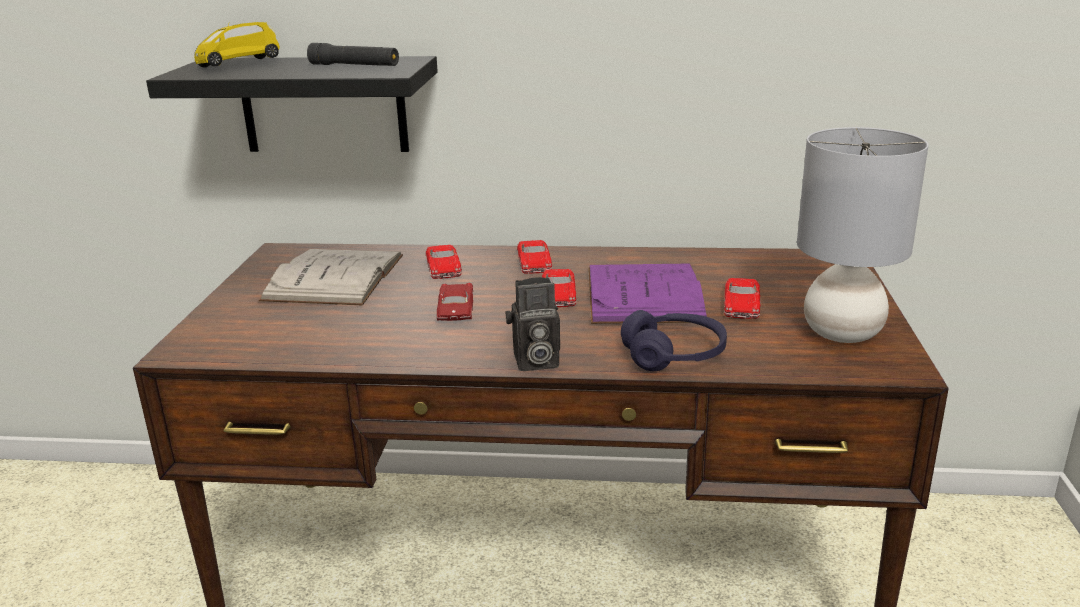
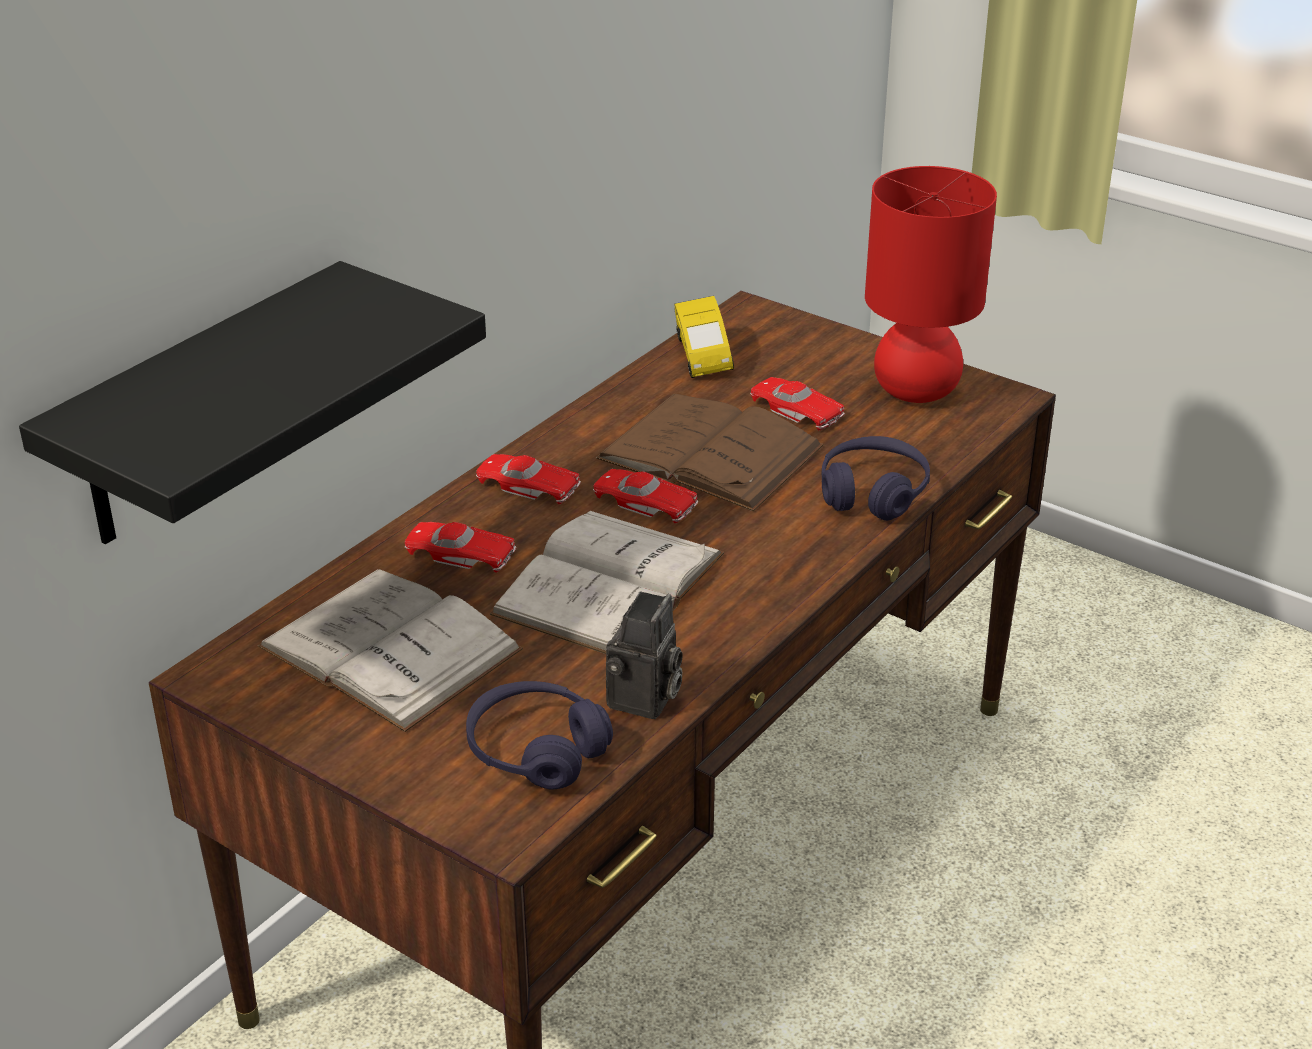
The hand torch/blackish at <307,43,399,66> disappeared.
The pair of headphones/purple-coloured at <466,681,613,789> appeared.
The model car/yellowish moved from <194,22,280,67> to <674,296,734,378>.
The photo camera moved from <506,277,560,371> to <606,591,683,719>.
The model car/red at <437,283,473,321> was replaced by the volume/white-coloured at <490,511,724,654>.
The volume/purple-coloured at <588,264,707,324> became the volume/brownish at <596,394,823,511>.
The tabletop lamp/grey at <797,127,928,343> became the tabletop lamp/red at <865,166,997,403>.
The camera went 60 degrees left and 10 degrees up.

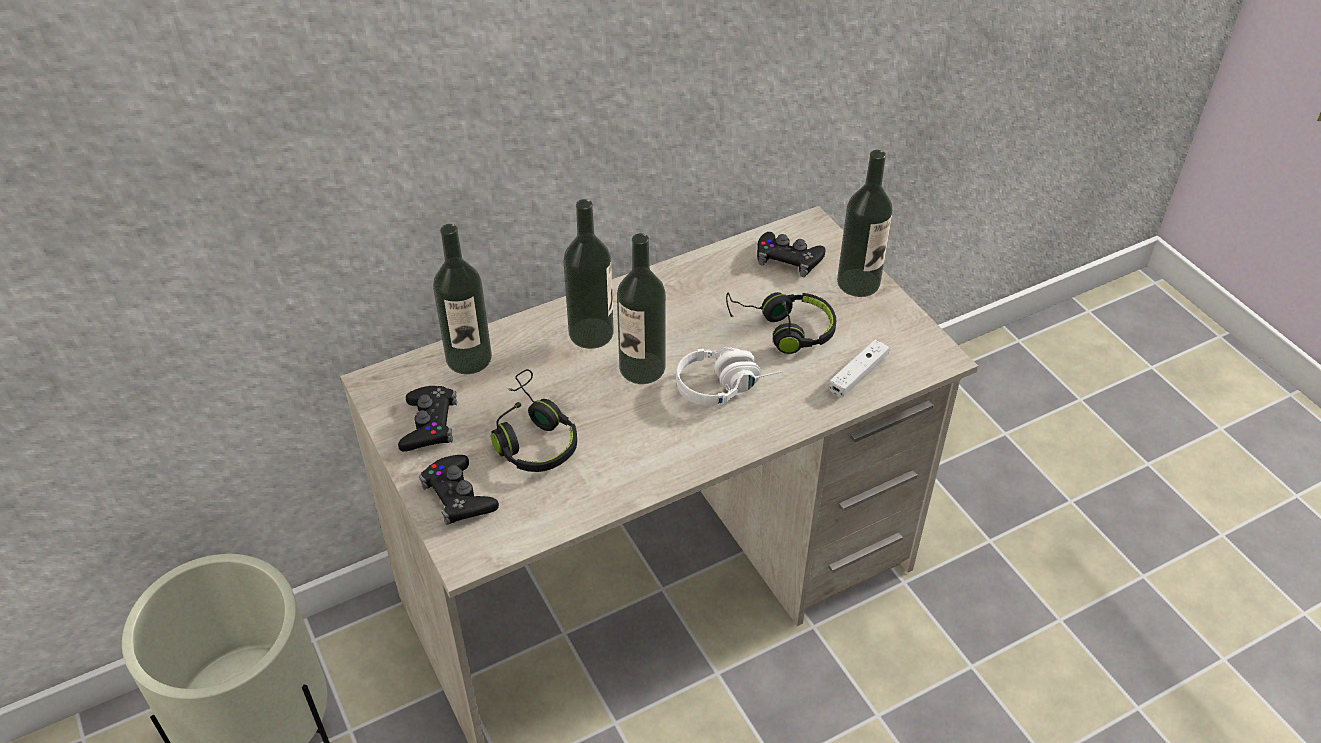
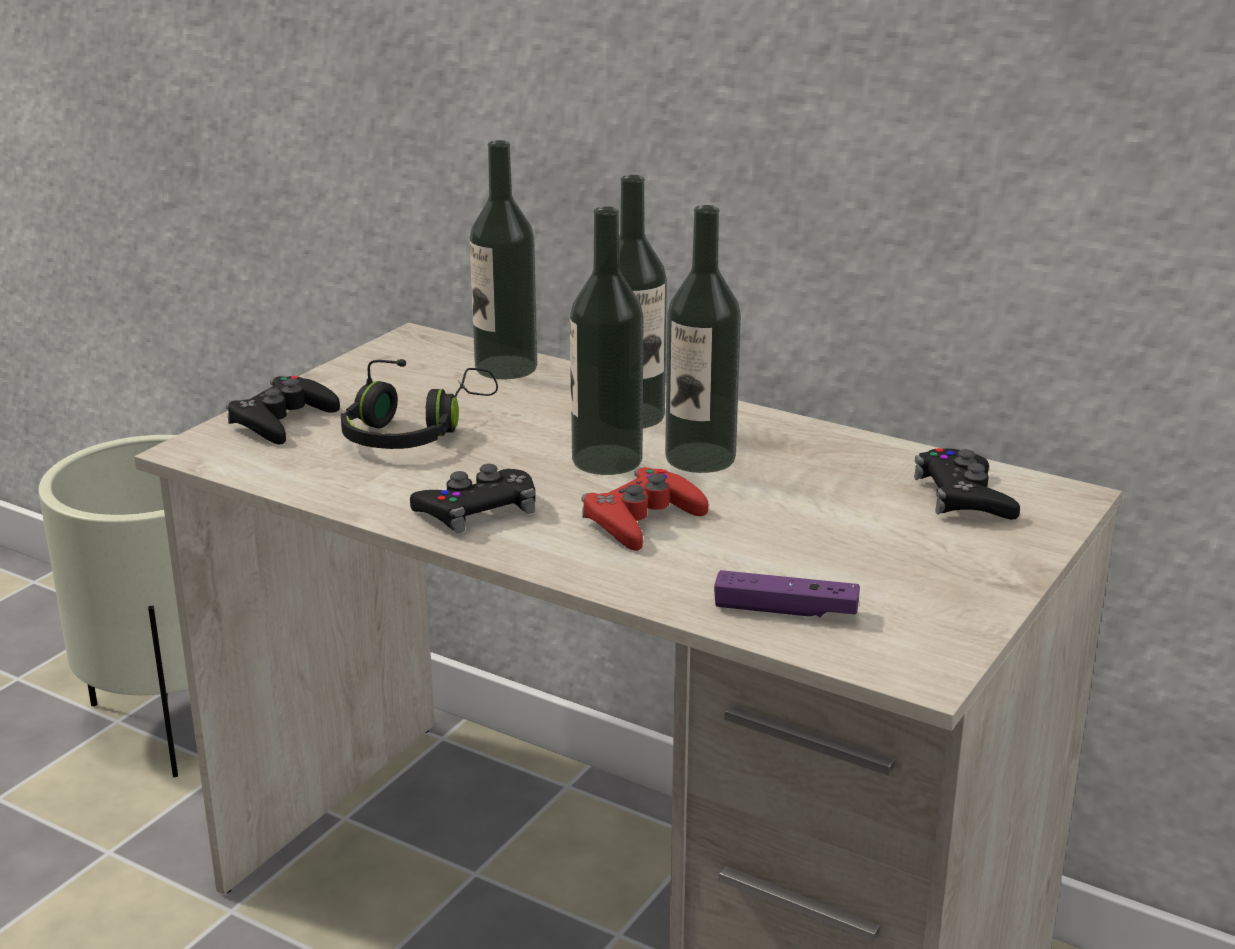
The pair of headphones/blackish at <726,292,836,354> disappeared.
The gamepad/blackish moved from <398,386,457,452> to <410,464,535,533>.
The bottle moved from <837,150,893,297> to <665,205,741,473>.
The pair of headphones/white-coloured at <676,347,783,405> was replaced by the gamepad/red at <581,467,708,551>.
The gamepad/white-coloured at <829,339,889,398> became the gamepad/purple-coloured at <714,570,860,618>.
The camera went 60 degrees right and 20 degrees down.

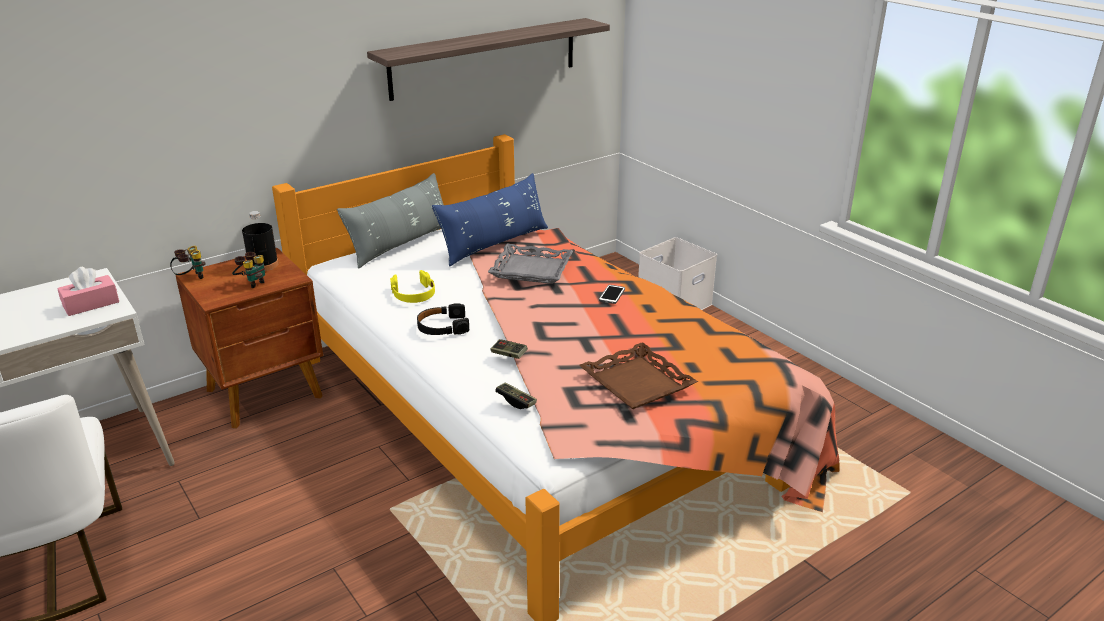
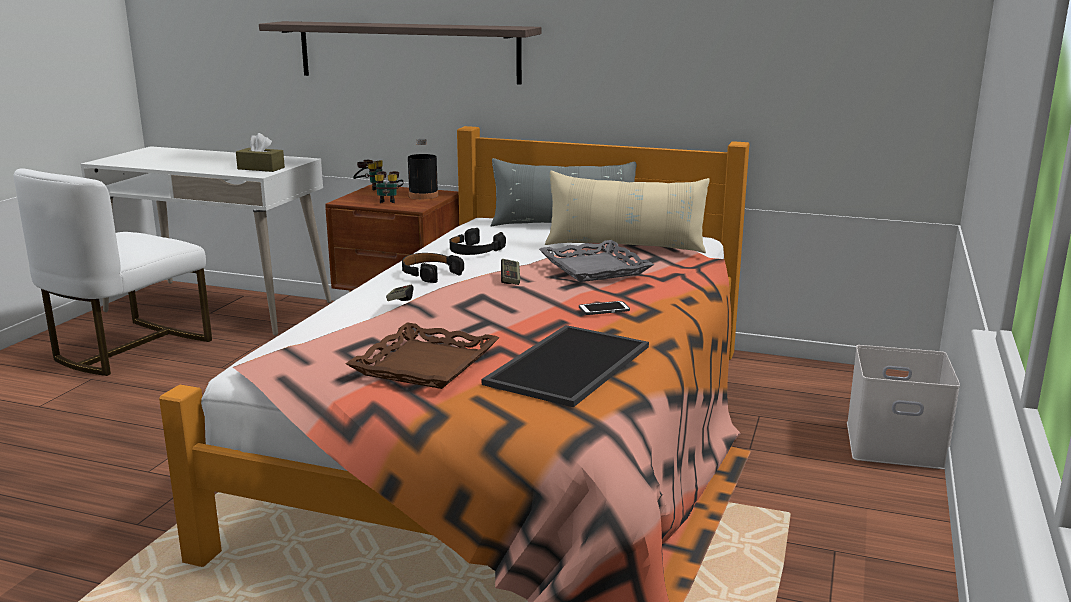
The tray at <482,325,649,407> appeared.
The wall shelf moved from <367,18,610,101> to <259,21,541,85>.
The gamepad moved from <495,382,537,409> to <501,259,520,285>.
The tissue box/pinkish at <57,266,119,316> became the tissue box/brownish at <236,133,285,172>.
The pair of headphones/yellowish at <390,270,435,303> became the pair of headphones/blackish at <450,228,506,255>.
The pillow/bluish at <432,173,548,267> became the pillow/beige at <545,170,710,253>.
The camera went 55 degrees right and 10 degrees down.

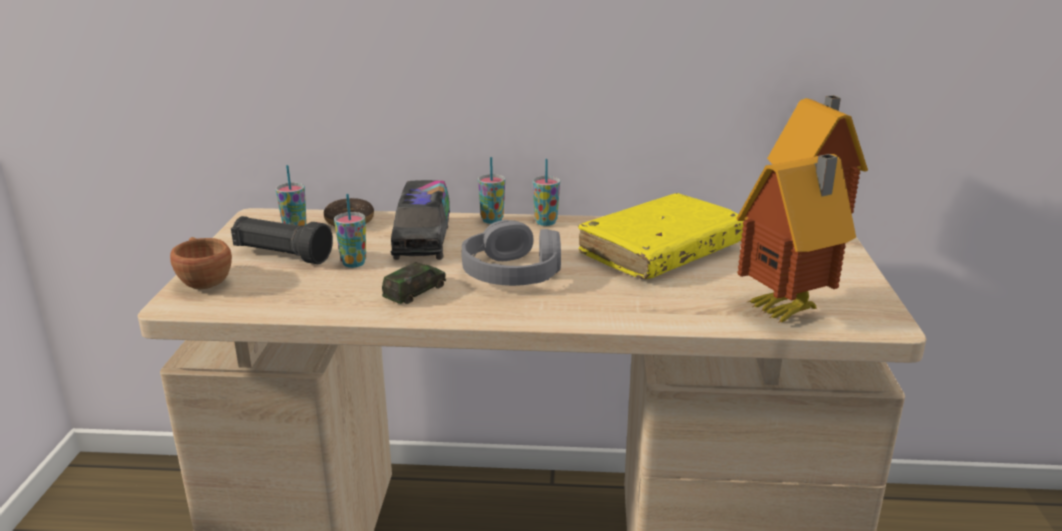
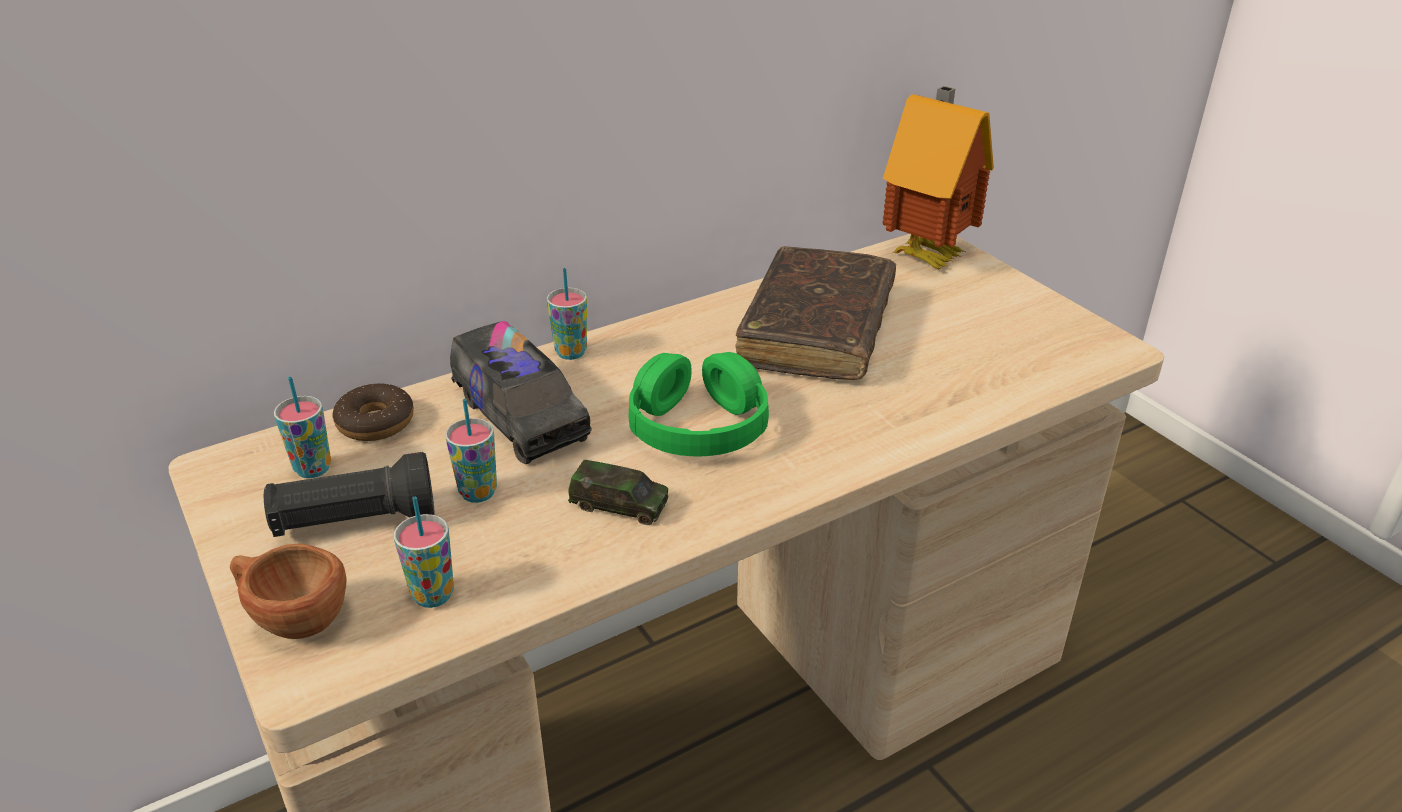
The model house at <736,154,856,323> disappeared.
The small cup moved from <533,159,560,226> to <394,497,454,608>.
The pair of headphones/grey at <462,220,561,286> became the pair of headphones/greenish at <628,352,769,456>.
The volume/yellowish at <578,193,744,279> became the volume/brownish at <735,246,896,380>.
The model car at <382,263,446,304> turned 105 degrees clockwise.
The camera went 35 degrees left and 10 degrees up.

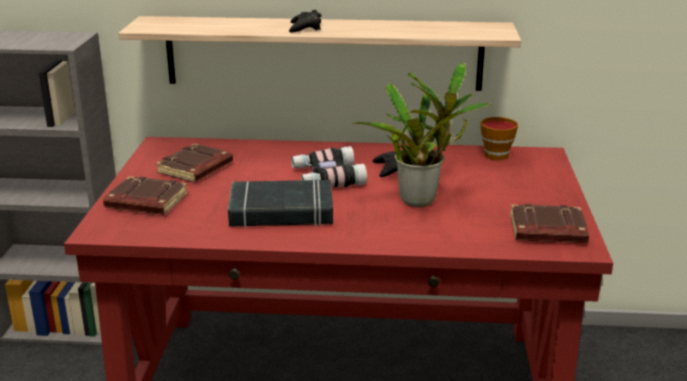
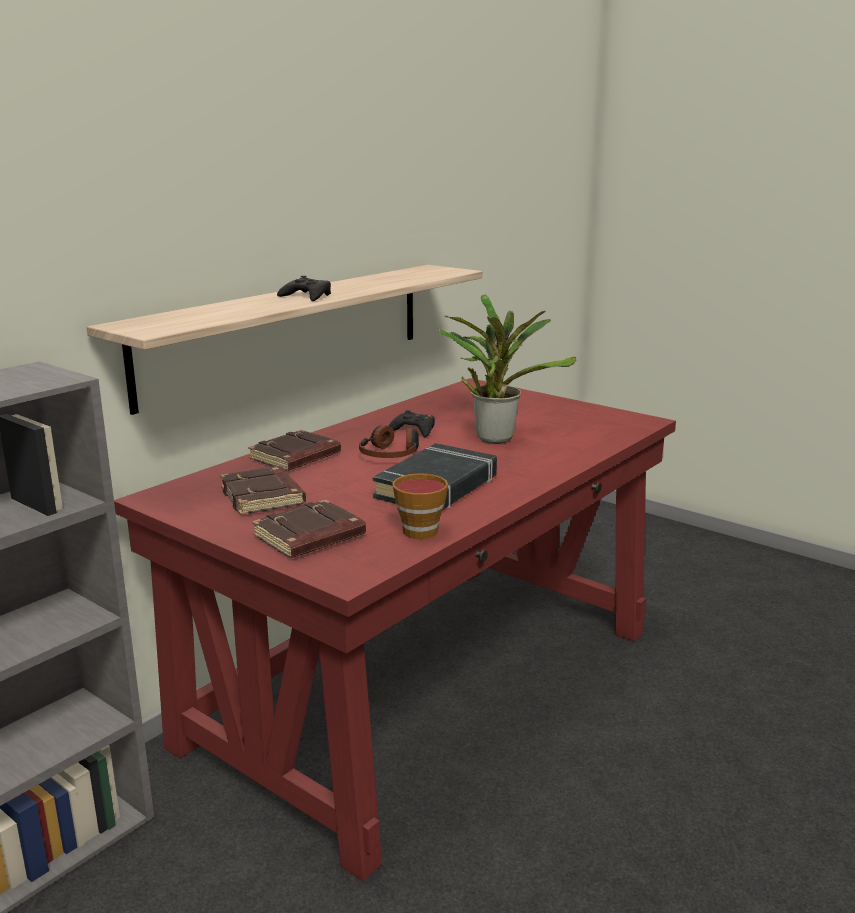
The small cup moved from <481,117,518,160> to <392,473,448,539>.
The volume/brownish moved from <510,204,589,243> to <248,430,341,471>.
The pair of binoculars at <291,146,367,187> was replaced by the pair of headphones at <359,425,419,458>.
The camera went 55 degrees left and 5 degrees down.

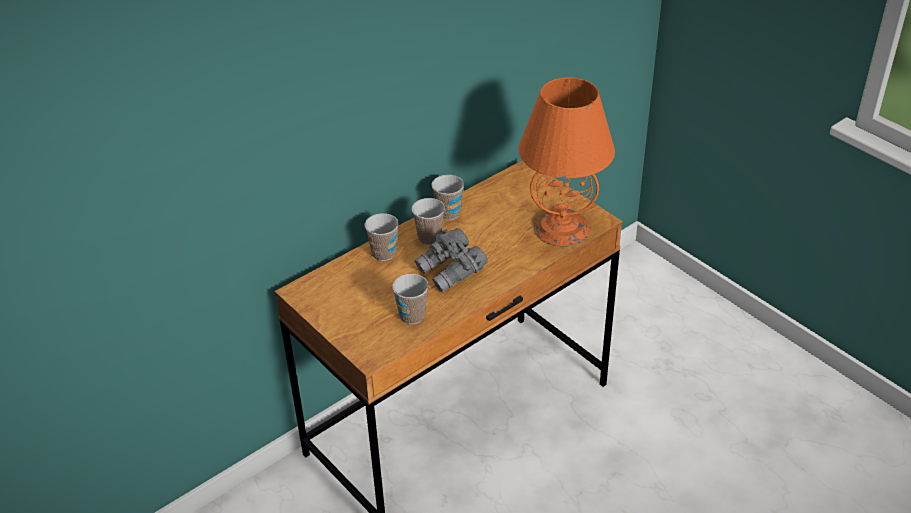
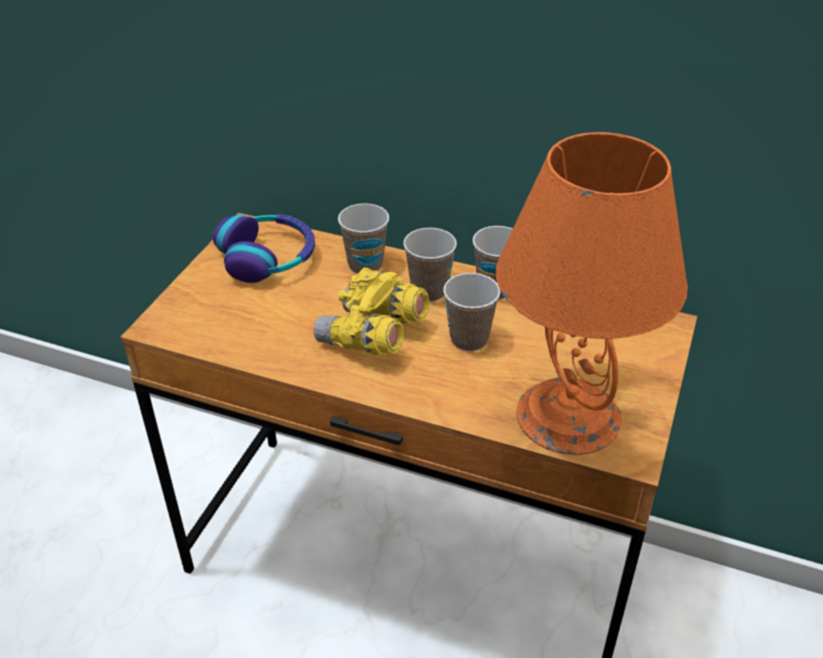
The pair of headphones at <213,214,315,283> appeared.
The small cup moved from <392,274,429,324> to <444,273,500,351>.
The pair of binoculars/grey at <415,228,488,292> became the pair of binoculars/yellowish at <313,267,430,355>.
The camera went 60 degrees right and 0 degrees up.

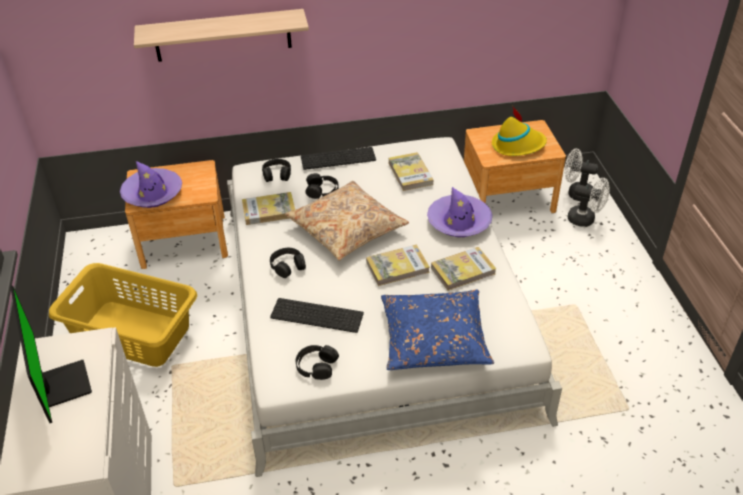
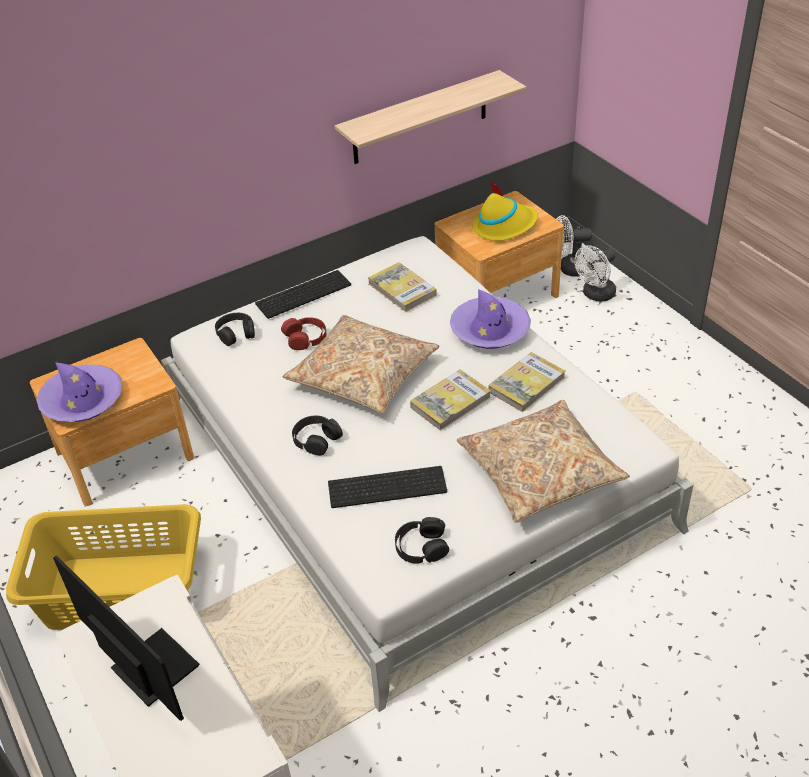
The volume at <242,192,295,225> disappeared.
The wall shelf moved from <134,9,309,62> to <335,70,526,164>.
The pair of headphones/blackish at <305,173,339,199> became the pair of headphones/red at <281,317,327,350>.
The pillow/bluish at <381,290,494,370> became the pillow/beige at <457,400,630,523>.
The cooling fan/white-coloured at <568,178,610,227> turned 135 degrees clockwise.
The camera went 20 degrees left and 0 degrees up.

